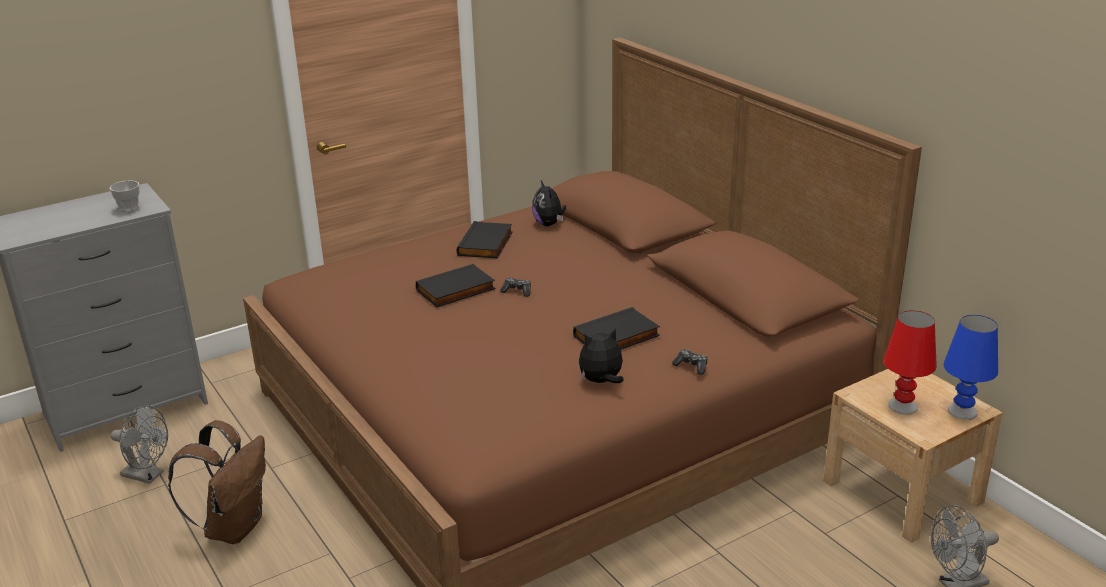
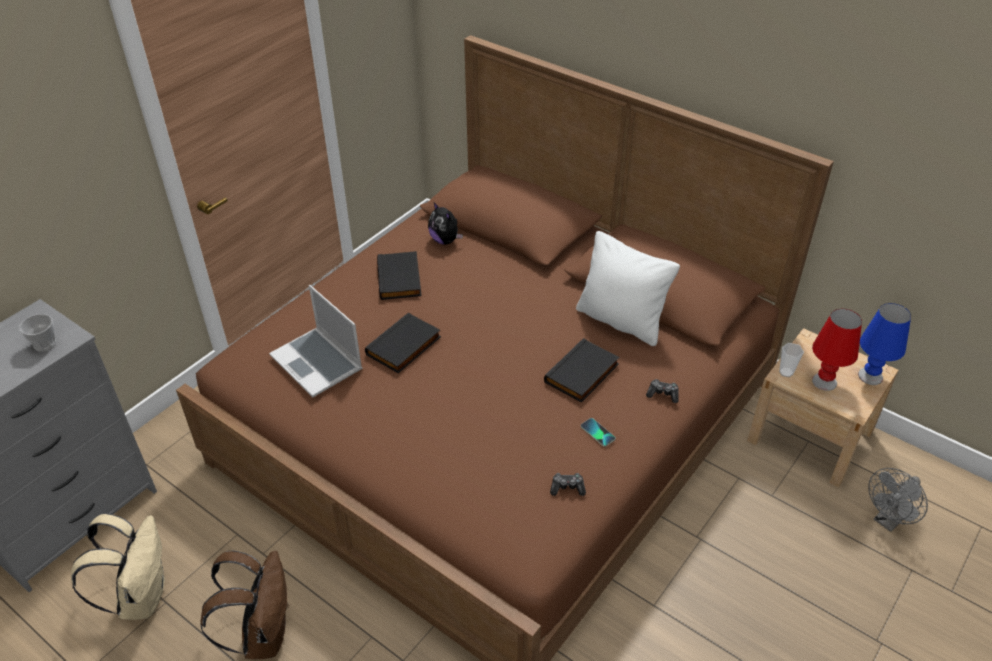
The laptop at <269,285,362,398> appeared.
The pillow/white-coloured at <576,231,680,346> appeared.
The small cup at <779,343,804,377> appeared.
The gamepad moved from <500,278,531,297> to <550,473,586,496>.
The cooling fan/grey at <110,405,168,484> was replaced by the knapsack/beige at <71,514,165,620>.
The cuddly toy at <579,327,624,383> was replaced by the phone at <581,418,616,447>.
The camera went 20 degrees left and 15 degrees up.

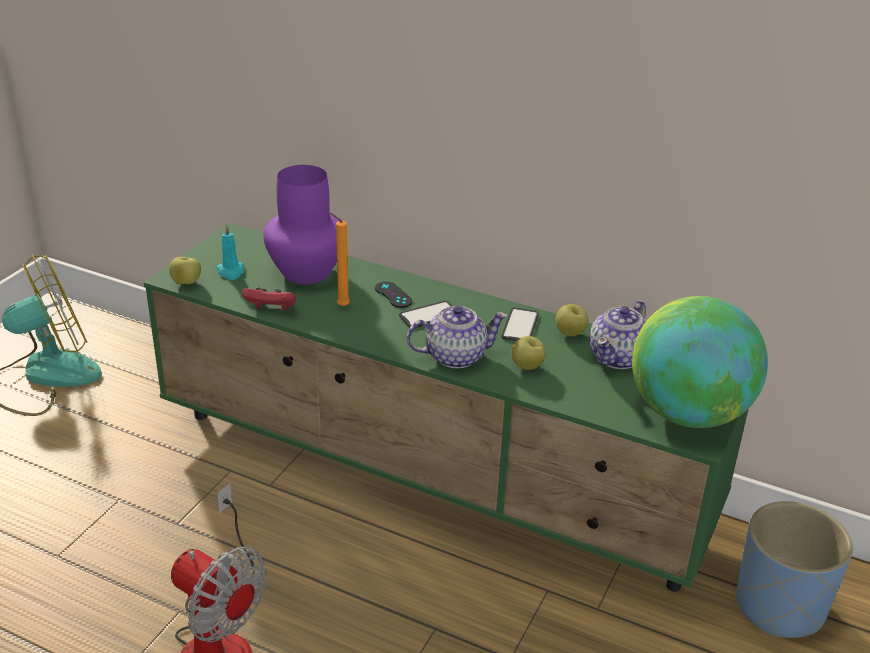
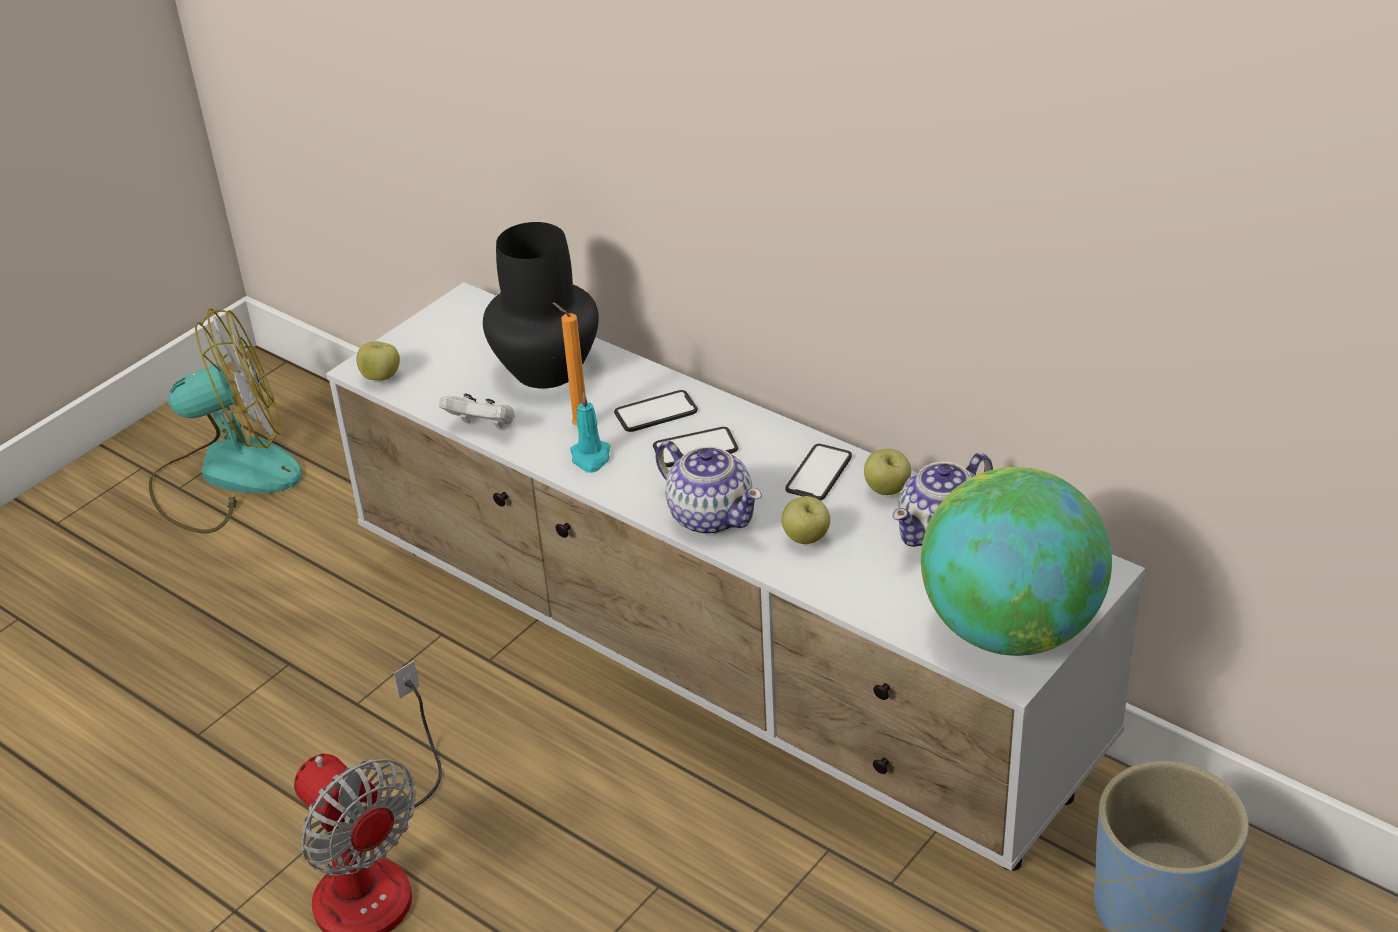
The wax candle/turquoise moved from <216,224,244,280> to <570,392,610,473>.
The gamepad/blackish at <375,281,413,308> was replaced by the phone at <614,390,698,432>.
The tv unit/greenish at <144,223,748,592> became the tv unit/white-coloured at <326,282,1145,871>.
The gamepad/red at <242,287,296,310> became the gamepad/white-coloured at <439,393,515,429>.
The vase/purple-coloured at <263,165,339,284> became the vase/blackish at <483,222,599,389>.
The pot for tea at <407,305,508,368> turned 45 degrees clockwise.
The camera went 15 degrees right and 5 degrees up.

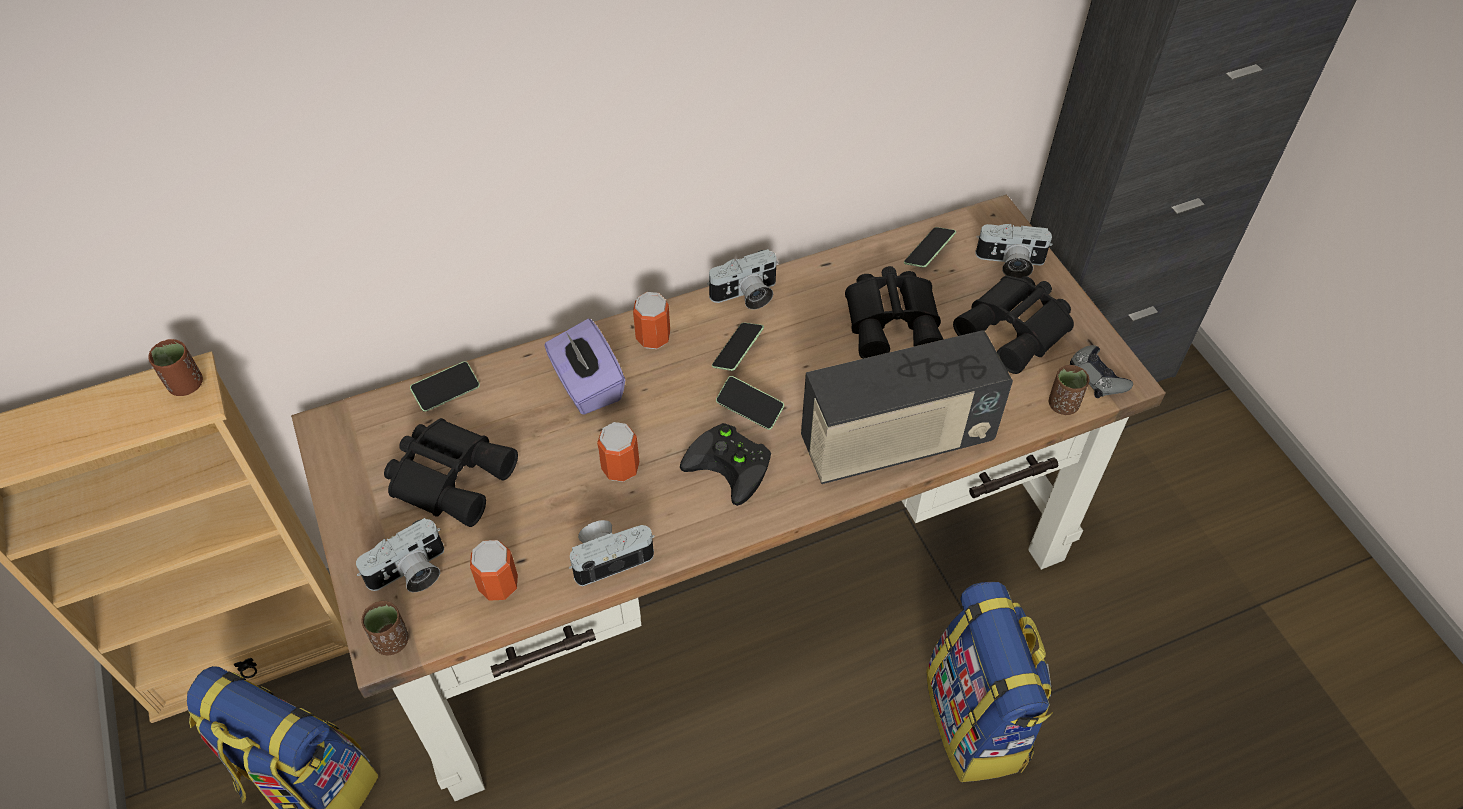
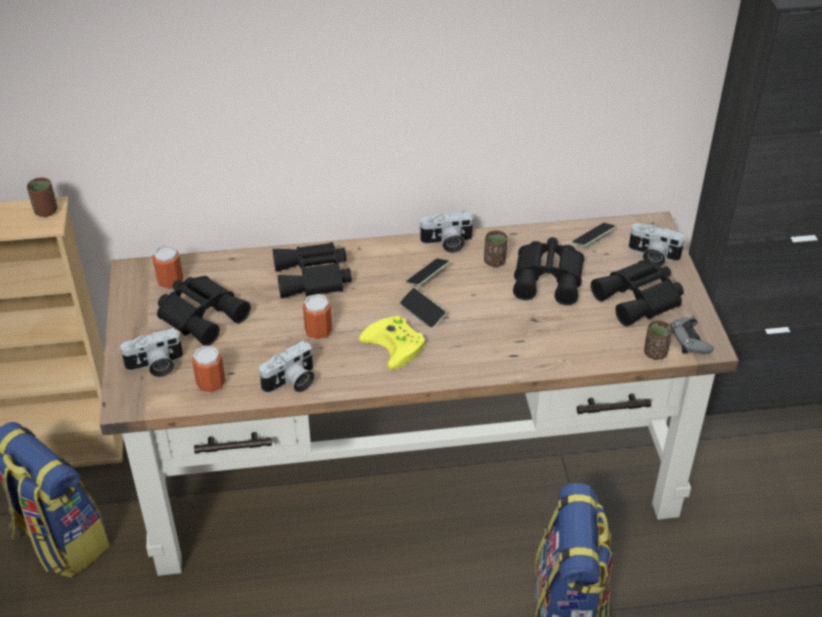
The phone at <410,361,480,412> disappeared.
The radio at <801,330,1013,484> disappeared.
The small cup/brownish moved from <362,601,409,655> to <484,230,508,267>.
The metal can moved from <633,292,670,349> to <152,245,184,290>.
The tissue box/purple-coloured at <544,319,625,415> was replaced by the pair of binoculars/blackish at <273,242,352,298>.
The gamepad/blackish at <680,423,771,506> became the gamepad/yellowish at <359,316,425,370>.
The photo camera at <569,520,655,586> turned 150 degrees clockwise.
The camera went 15 degrees right and 10 degrees down.

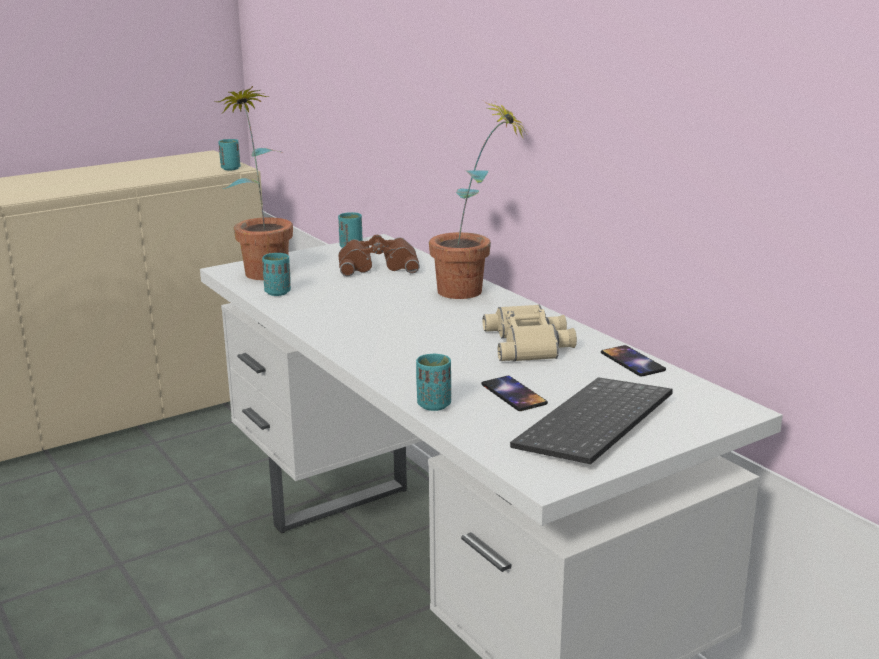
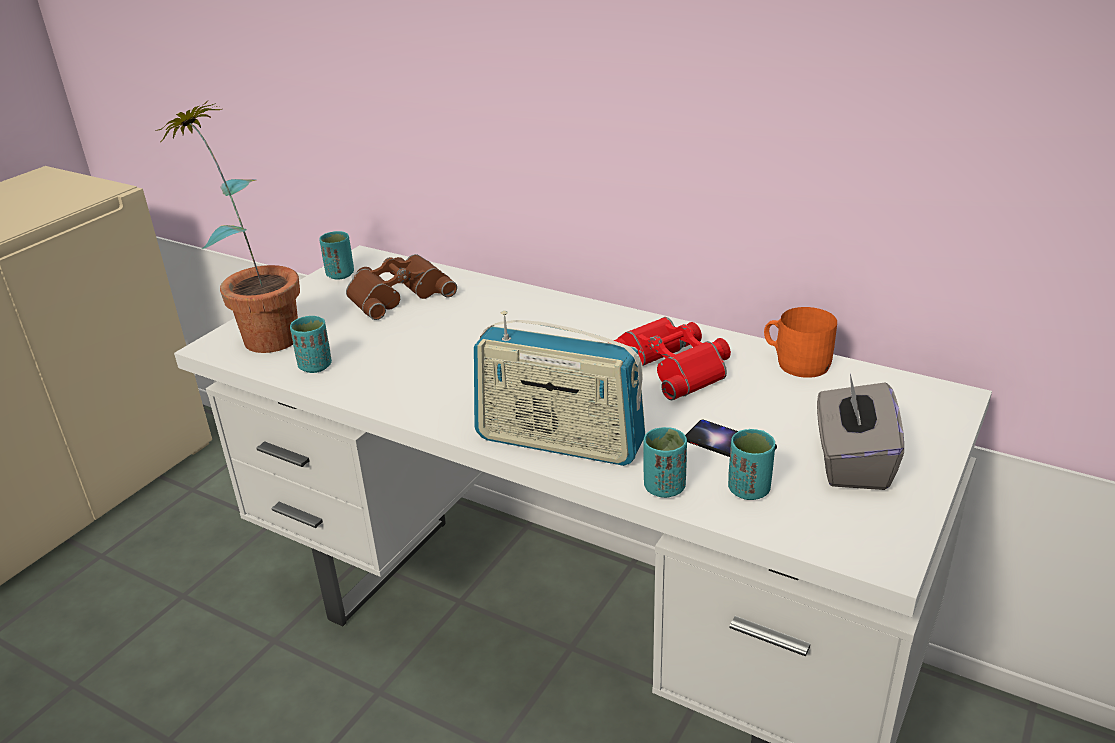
The plant in a pot at <429,101,528,299> disappeared.
The radio at <474,311,645,466> appeared.
The small cup/turquoise moved from <218,139,240,170> to <728,429,775,500>.
The computer keyboard at <510,377,672,464> was replaced by the tissue box/grey at <817,374,904,490>.
The phone at <601,345,666,377> was replaced by the coffee mug/orange-coloured at <764,307,837,378>.
The pair of binoculars/beige at <483,305,577,362> became the pair of binoculars/red at <614,317,731,400>.
The camera went 25 degrees left and 10 degrees up.

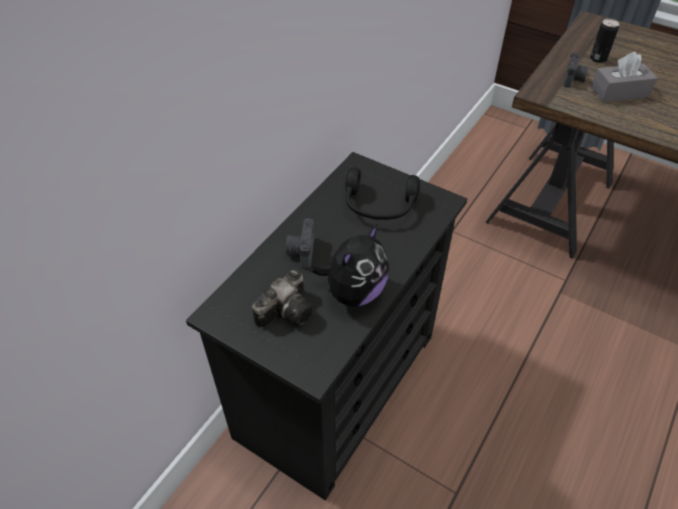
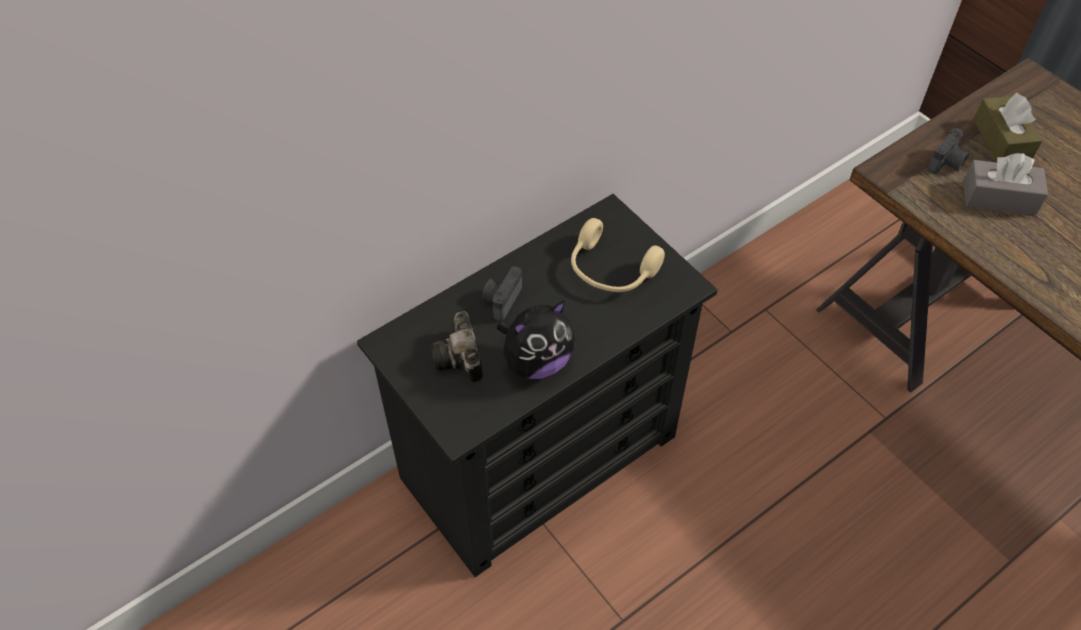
The metal can at <590,19,619,63> was replaced by the tissue box/brownish at <974,93,1042,163>.
The pair of headphones/blackish at <345,167,420,220> became the pair of headphones/beige at <571,218,665,292>.
The photo camera at <252,269,313,328> turned 105 degrees clockwise.
The camera went 20 degrees right and 5 degrees up.

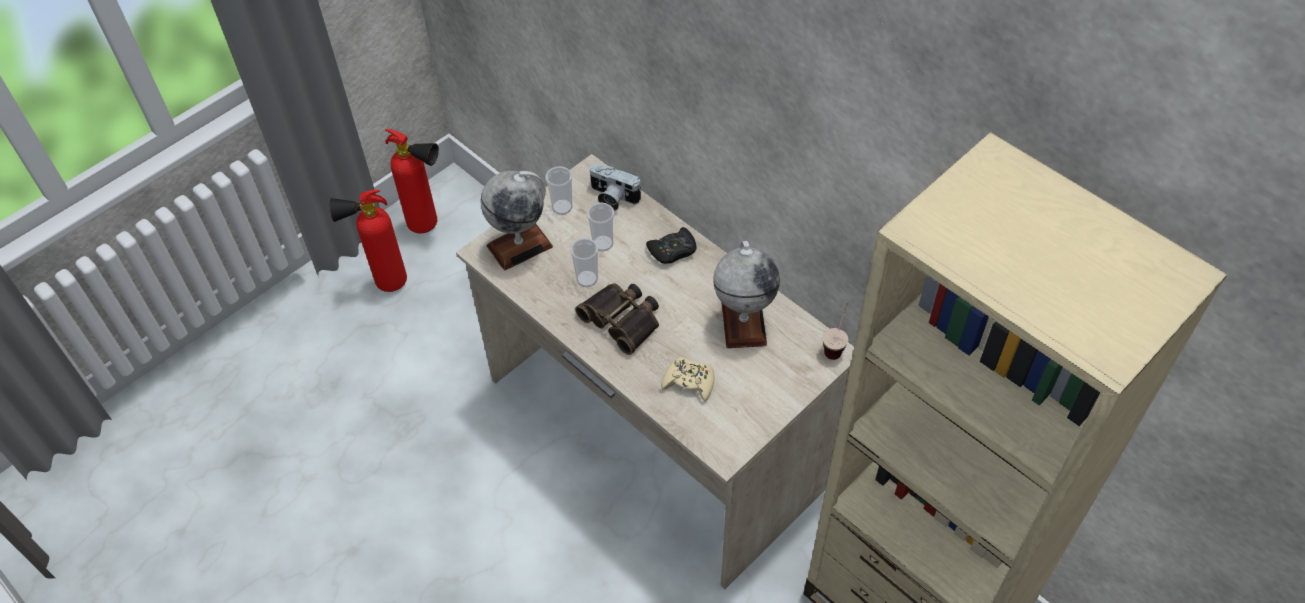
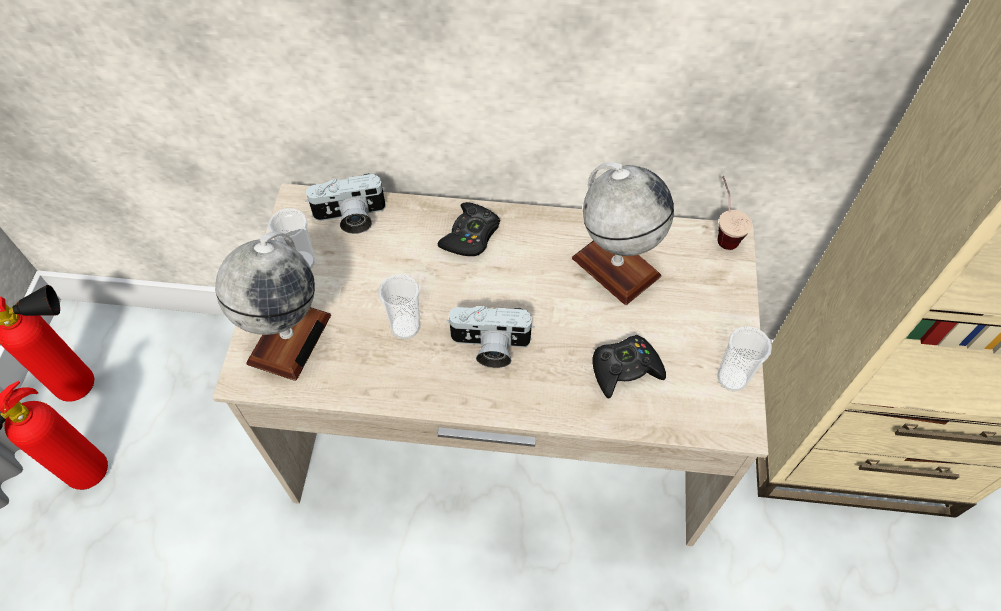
The small cup moved from <587,202,615,251> to <717,326,772,391>.
The pair of binoculars at <575,283,659,355> was replaced by the photo camera at <446,306,535,368>.
The gamepad/beige at <661,357,715,401> became the gamepad/blackish at <593,335,666,399>.
The camera went 40 degrees left and 5 degrees up.

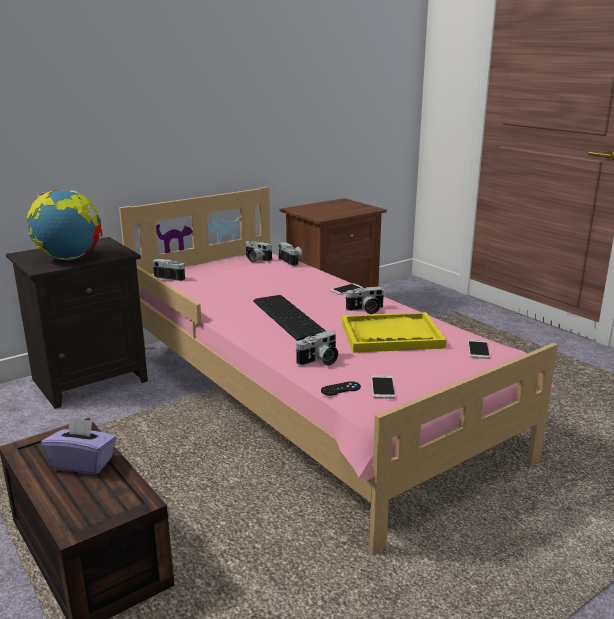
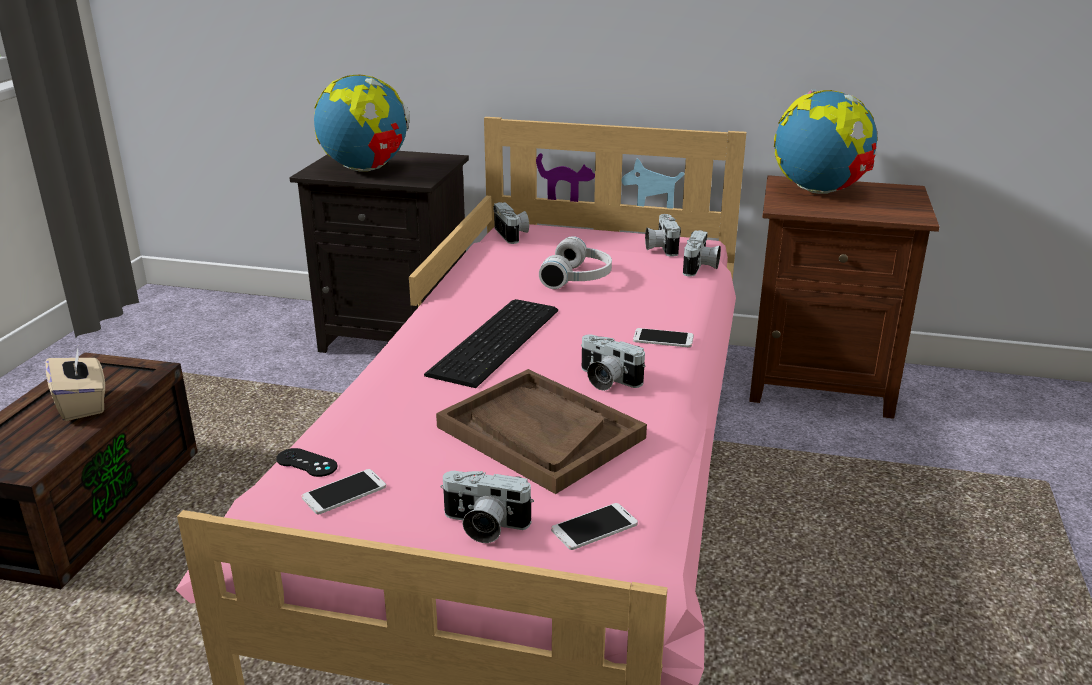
The pair of headphones/white-coloured at <539,236,612,289> appeared.
The globe at <774,89,878,194> appeared.
The photo camera moved from <296,331,338,366> to <440,471,534,543>.
The tissue box/purple-coloured at <41,417,116,474> became the tissue box/beige at <45,348,105,421>.
The tray/yellowish at <342,312,446,353> became the tray/brownish at <436,369,647,494>.
The camera went 50 degrees right and 5 degrees up.

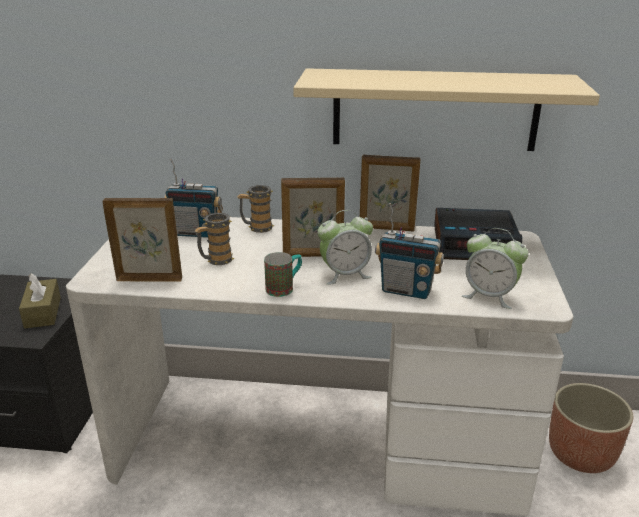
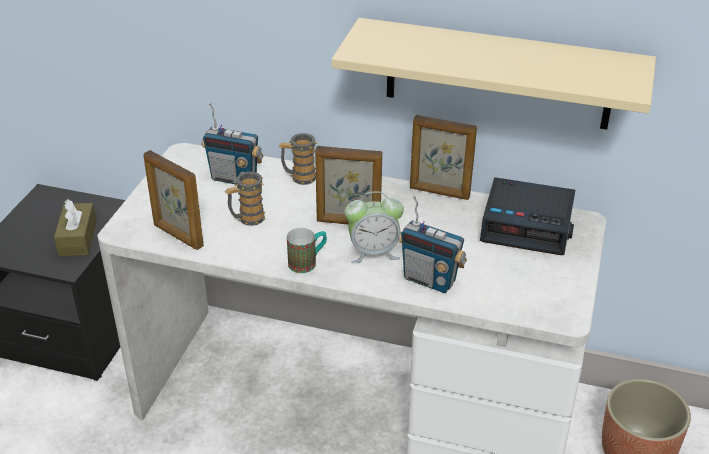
The alarm clock at <462,228,529,309> disappeared.
The photo frame at <102,198,182,282> turned 150 degrees counterclockwise.
The camera went 10 degrees right and 10 degrees up.

